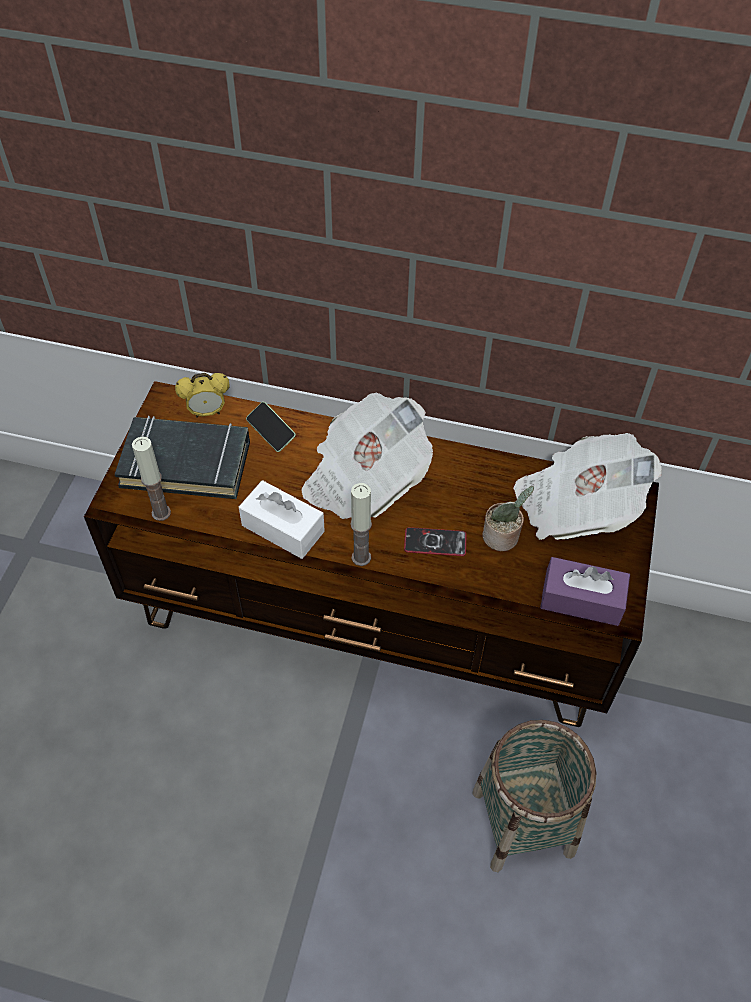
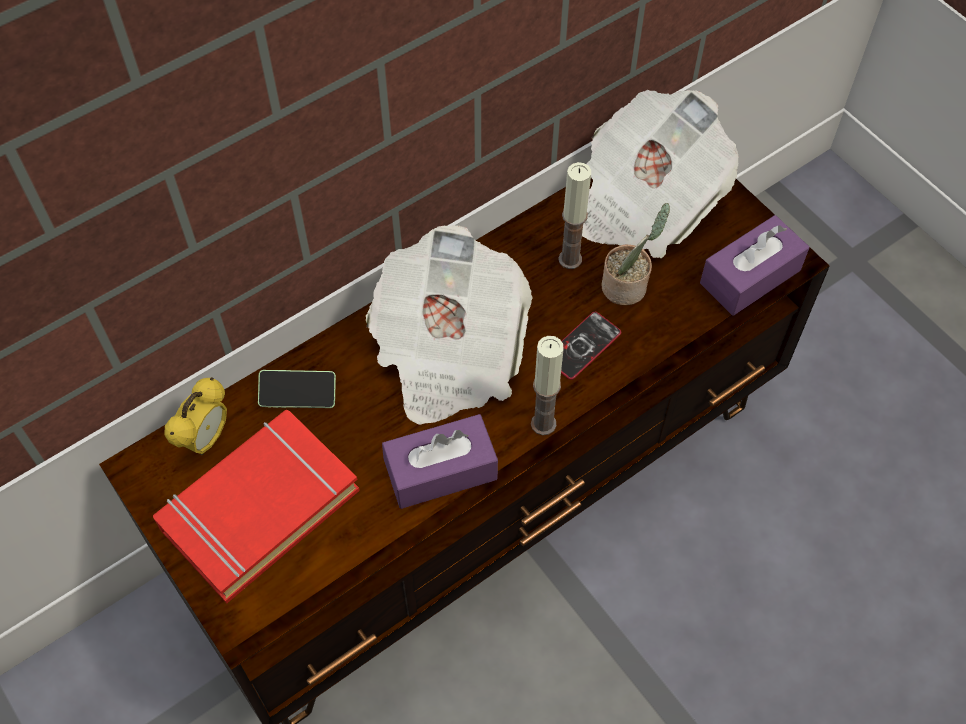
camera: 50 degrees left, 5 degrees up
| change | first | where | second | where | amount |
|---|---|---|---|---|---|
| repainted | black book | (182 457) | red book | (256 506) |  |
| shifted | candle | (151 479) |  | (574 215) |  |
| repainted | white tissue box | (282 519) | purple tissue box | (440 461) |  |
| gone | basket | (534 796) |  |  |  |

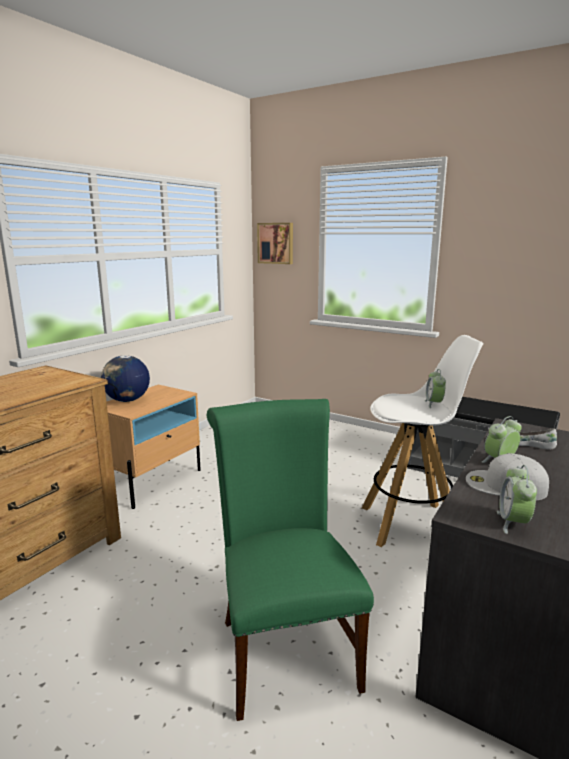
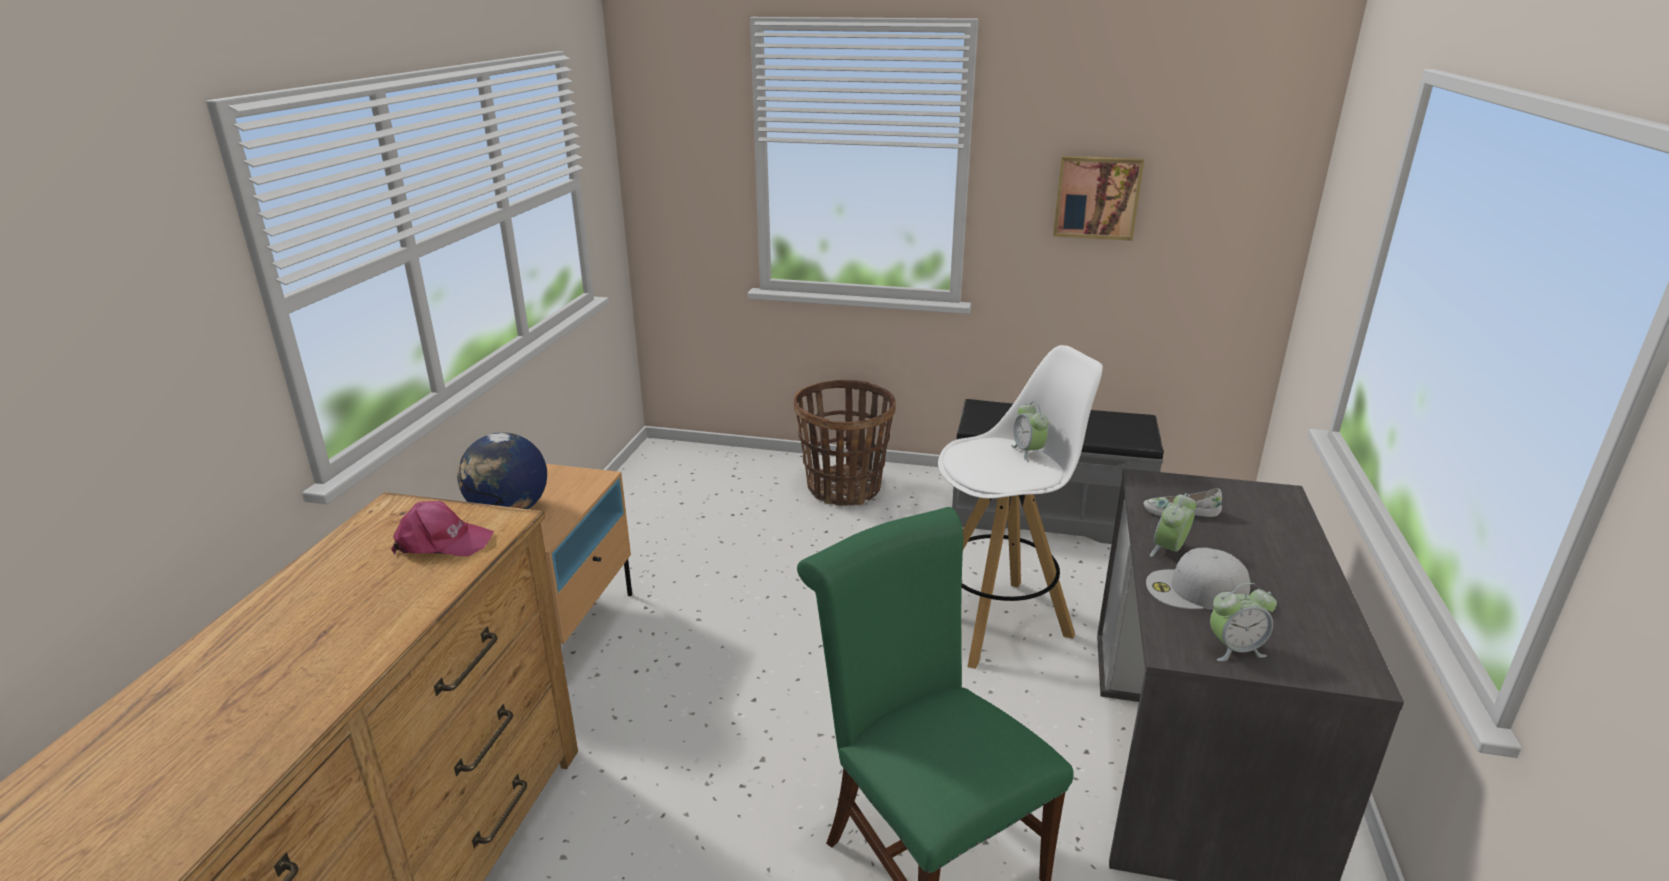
camera: 20 degrees left, 10 degrees up
| change | first | where | second | where | amount |
|---|---|---|---|---|---|
| shifted | picture | (275 243) |  | (1098 198) |  |
| rotated | alarm clock | (517 499) |  | (1243 622) | 90 degrees counterclockwise |
| new |  |  | pink cap | (442 528) |  |
| new |  |  | basket | (845 443) |  |

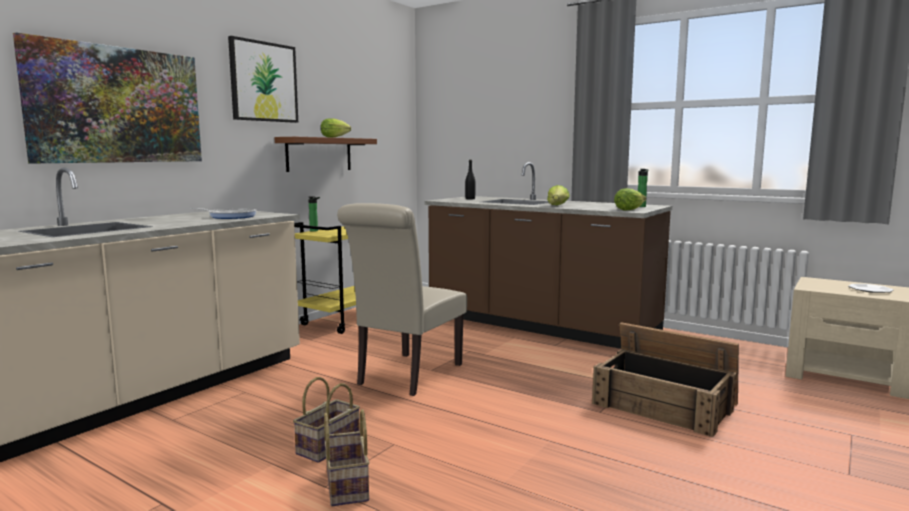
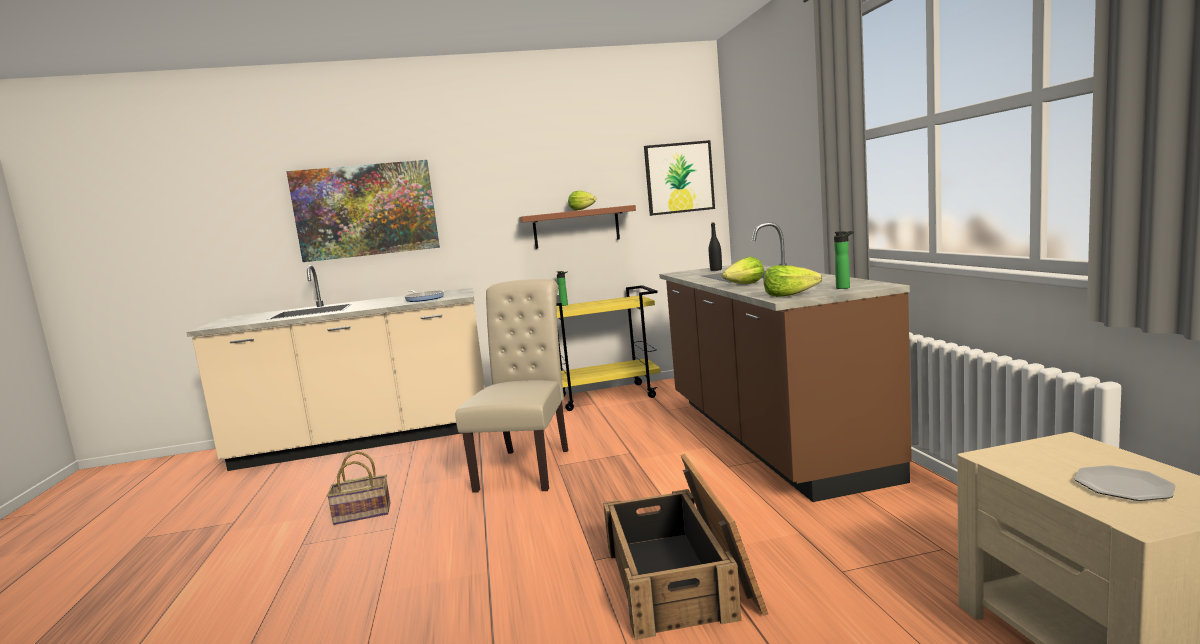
camera: 45 degrees right, 0 degrees up
| change | first | where | second | where | amount |
|---|---|---|---|---|---|
| shifted | picture | (263 79) |  | (679 178) |  |
| gone | basket | (347 457) |  |  |  |
| rotated | beige chair | (402 299) |  | (511 386) | 120 degrees clockwise |

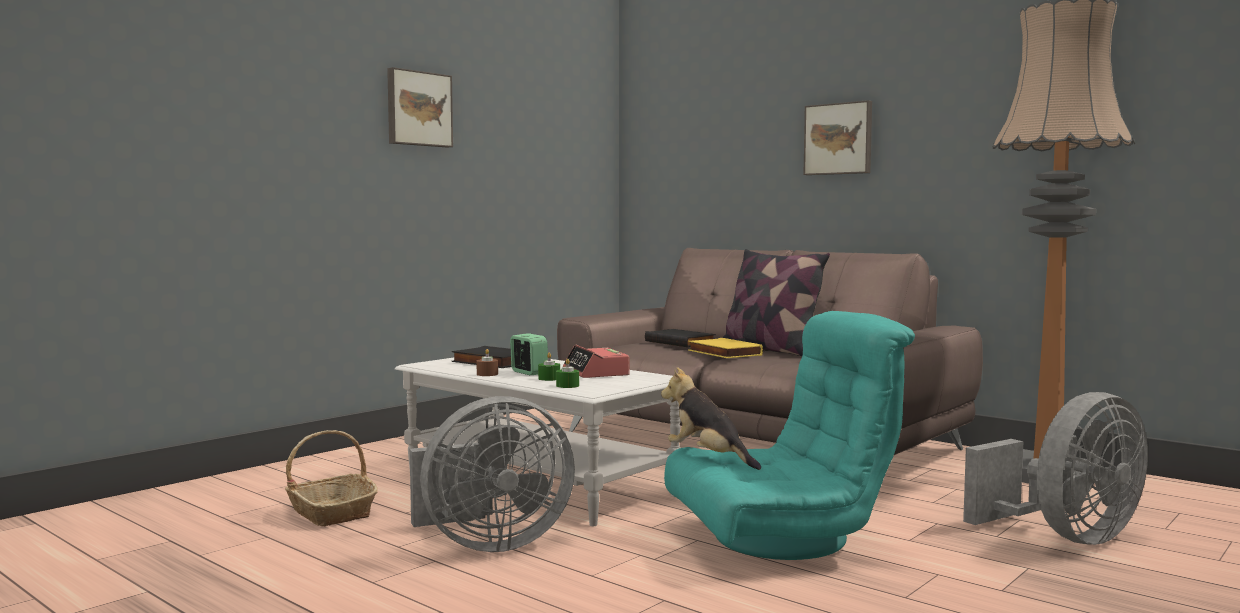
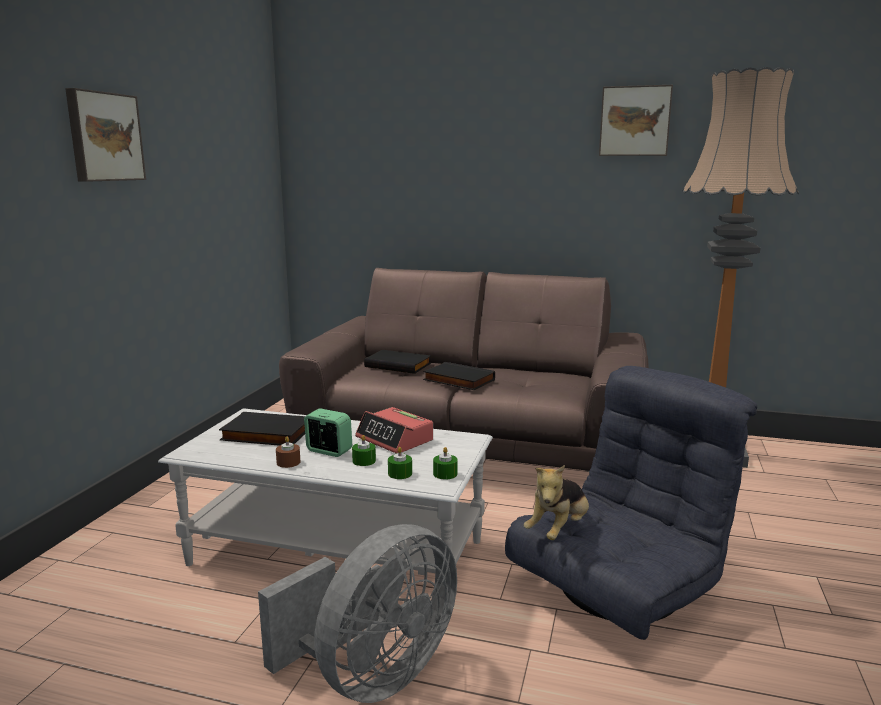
camera: 25 degrees left, 10 degrees up
| change | first | where | second | where | amount |
|---|---|---|---|---|---|
| gone | basket | (331 478) |  |  |  |
| rotated | plush toy | (711 418) |  | (556 502) | 75 degrees counterclockwise |
| repainted | turquoise armchair | (789 435) | grey armchair | (631 503) |  |
| repainted | yellow book | (725 348) | black book | (459 376) |  |
| gone | pillow | (776 302) |  |  |  |
| shifted | picture | (838 137) |  | (636 120) |  |
| gone | grey fan | (1055 468) |  |  |  |
| new |  |  | green candle | (445 463) |  |

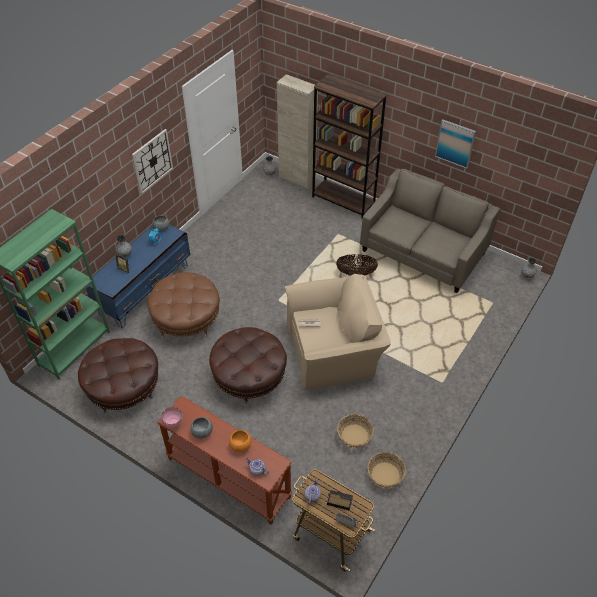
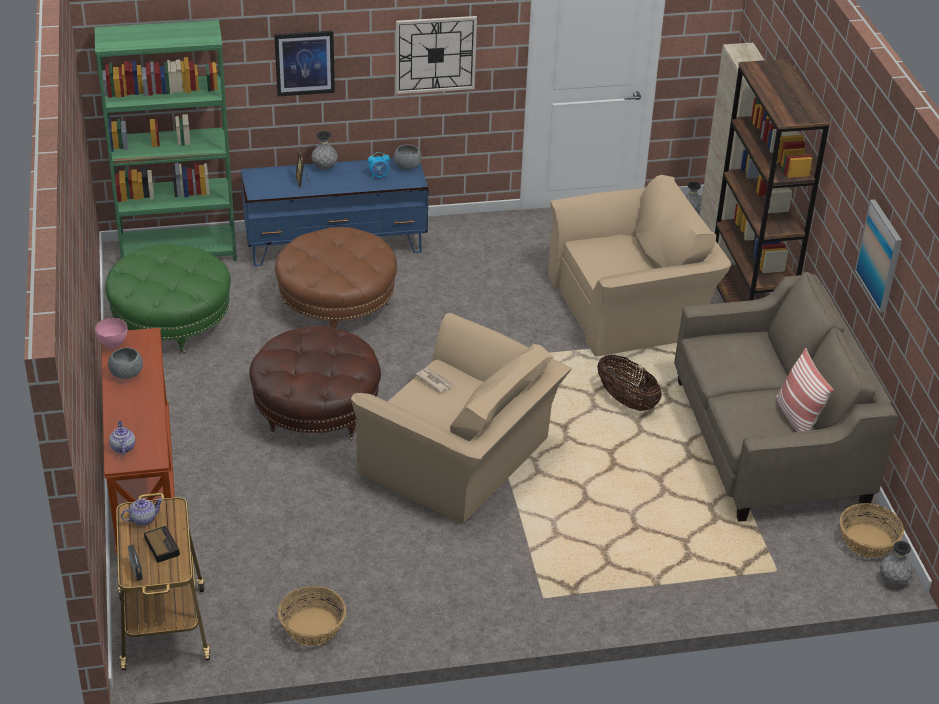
camera: 45 degrees right, 10 degrees down
| change | first | where | second | where | amount |
|---|---|---|---|---|---|
| repainted | brown ottoman | (118 375) | green ottoman | (168 299) |  |
| gone | orange bowl | (240 441) |  |  |  |
| shifted | basket | (355 431) |  | (872 530) |  |
| new |  |  | picture | (304 63) |  |
| new |  |  | beige armchair | (639 266) |  |
| new |  |  | pillow | (805 390) |  |

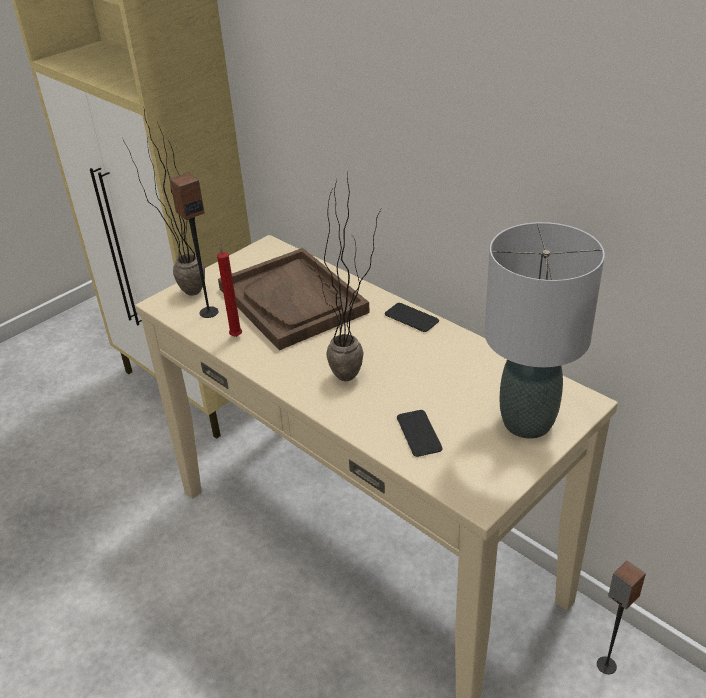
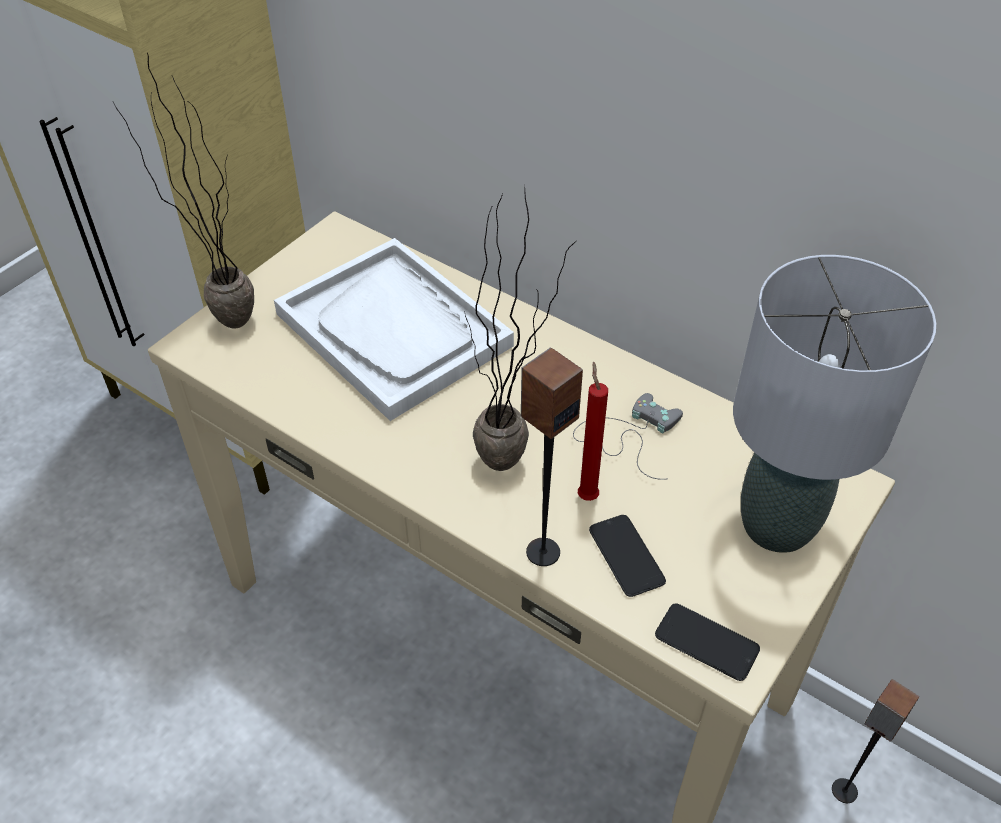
camera: 10 degrees left, 10 degrees up
| change | first | where | second | where | amount |
|---|---|---|---|---|---|
| shifted | speaker | (193 245) |  | (552 456) |  |
| shifted | red candle | (229 288) |  | (593 431) |  |
| repainted | brown tray | (294 299) | white tray | (394 329) |  |
| shifted | phone | (412 317) |  | (707 642) |  |
| new |  |  | grey game controller | (628 436) |  |

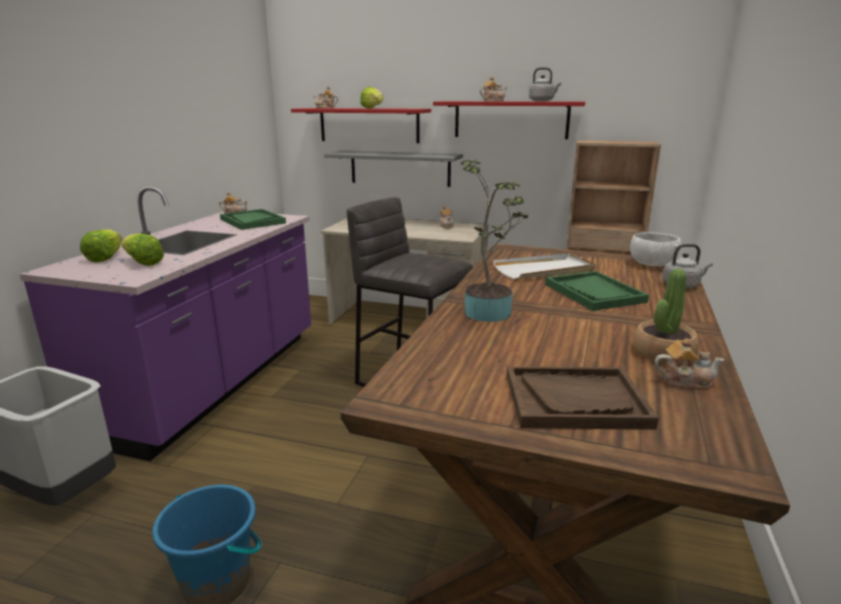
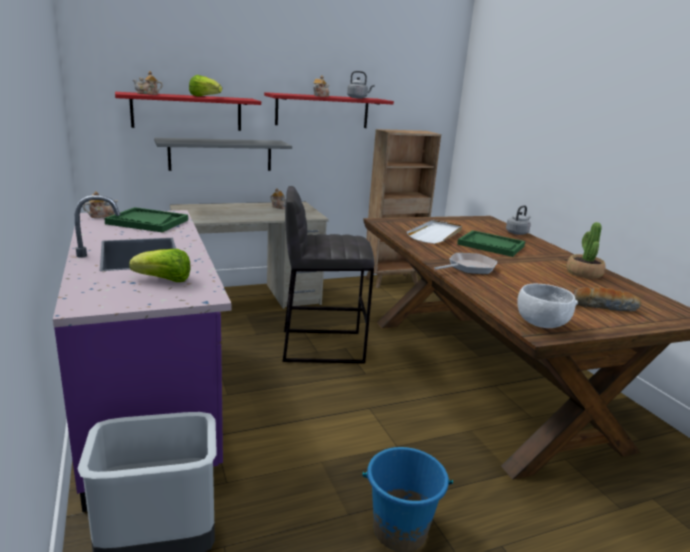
camera: 40 degrees left, 0 degrees up
| change | first | where | second | where | amount |
|---|---|---|---|---|---|
| gone | lettuce | (101 245) |  |  |  |
| swapped | potted plant | (494 241) | frying pan | (465 263) |  |
| swapped | brown tray | (583 398) | bread | (607 299) |  |
| shifted | white bowl | (655 249) |  | (547 306) |  |
| gone | teapot | (690 363) |  |  |  |

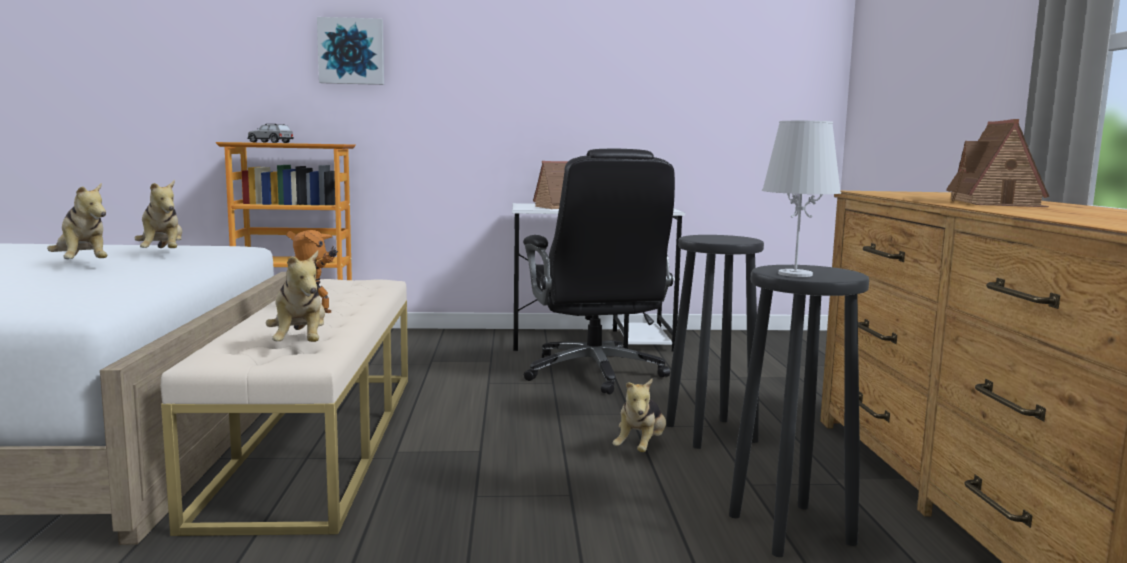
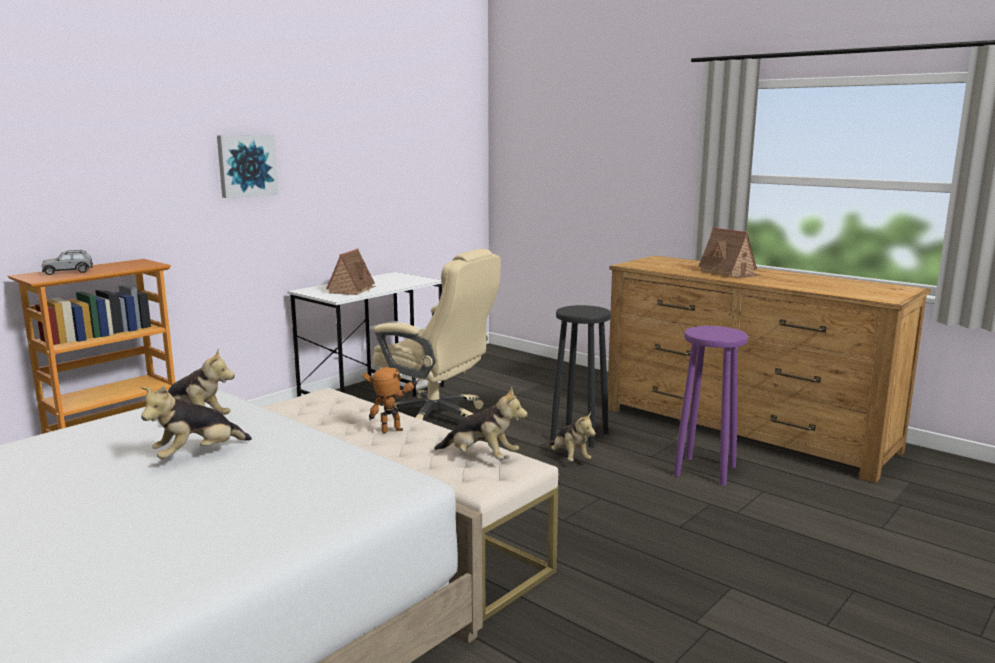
camera: 45 degrees left, 5 degrees up
| change | first | where | second | where | amount |
|---|---|---|---|---|---|
| rotated | plush toy | (77 221) |  | (196 422) | 135 degrees clockwise |
| shifted | picture | (350 51) |  | (248 166) |  |
| repainted | black office chair | (599 272) | beige office chair | (437 334) |  |
| repainted | black stool | (799 411) | purple stool | (711 406) |  |
| gone | white table lamp | (801 199) |  |  |  |

